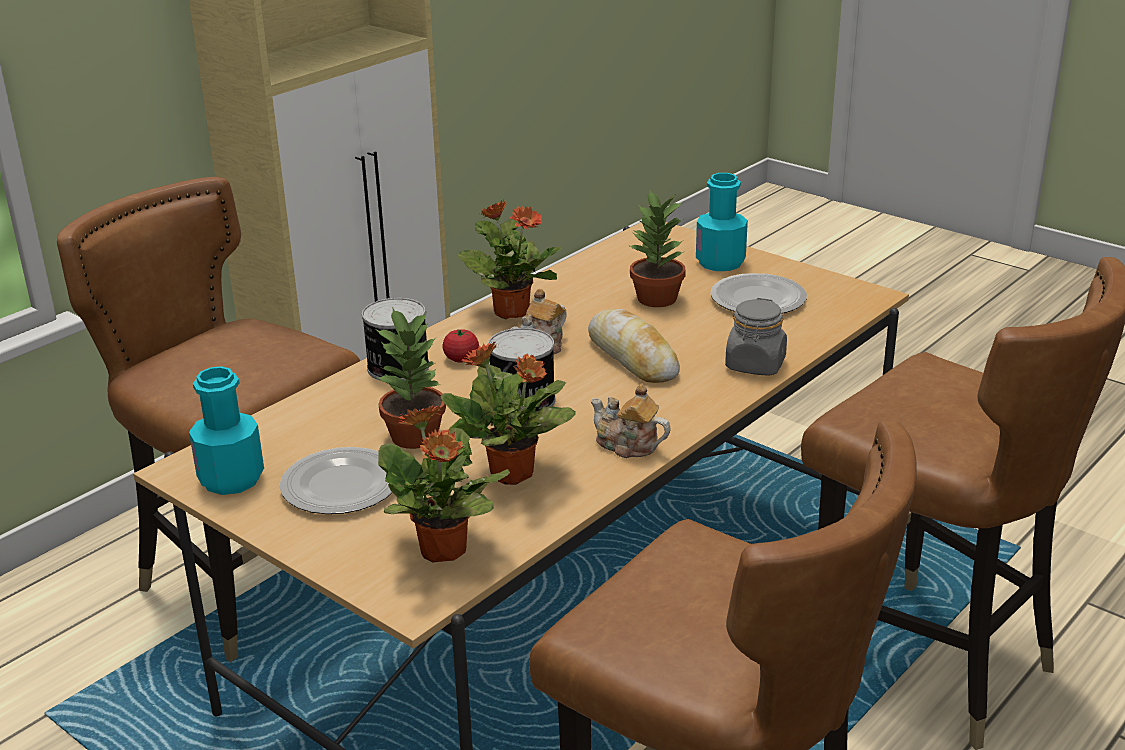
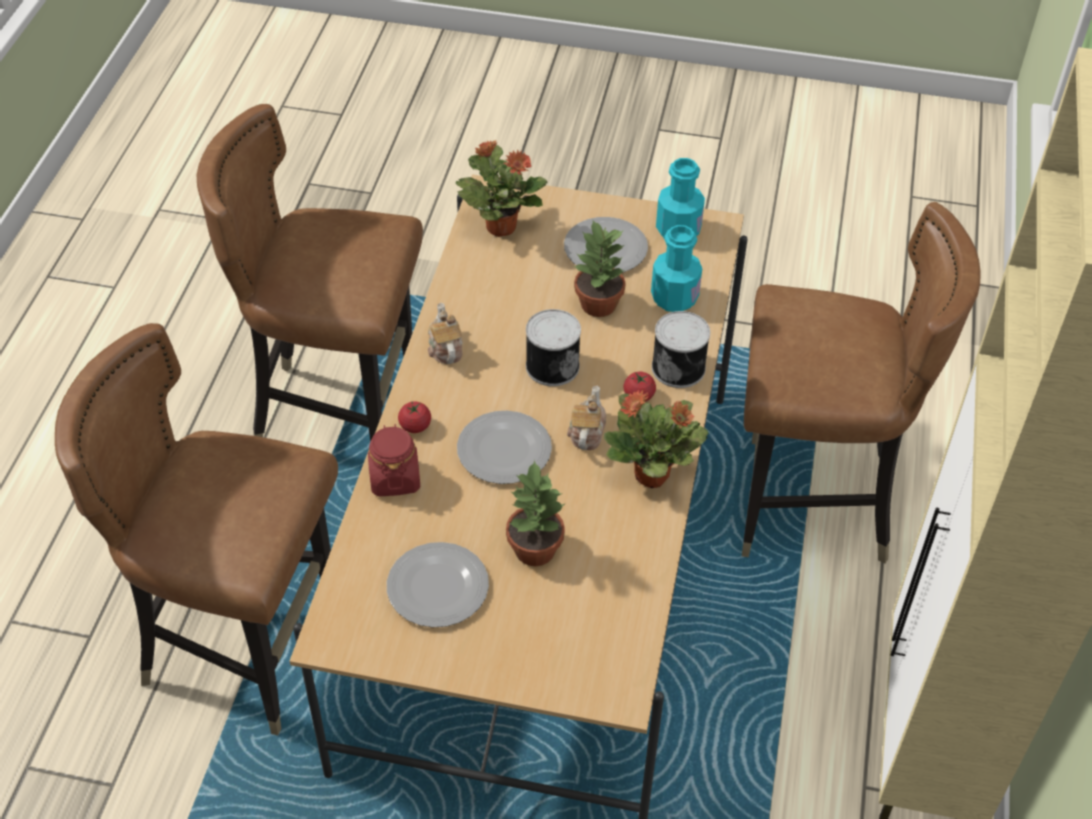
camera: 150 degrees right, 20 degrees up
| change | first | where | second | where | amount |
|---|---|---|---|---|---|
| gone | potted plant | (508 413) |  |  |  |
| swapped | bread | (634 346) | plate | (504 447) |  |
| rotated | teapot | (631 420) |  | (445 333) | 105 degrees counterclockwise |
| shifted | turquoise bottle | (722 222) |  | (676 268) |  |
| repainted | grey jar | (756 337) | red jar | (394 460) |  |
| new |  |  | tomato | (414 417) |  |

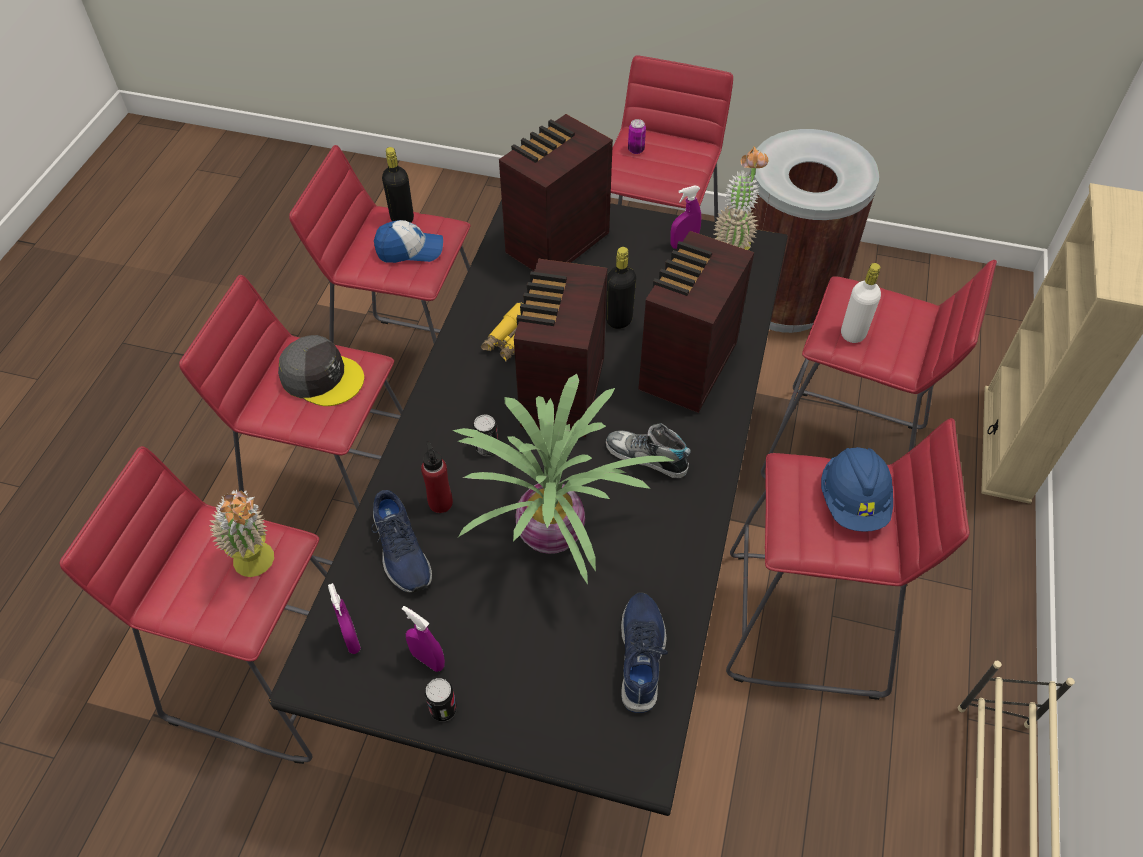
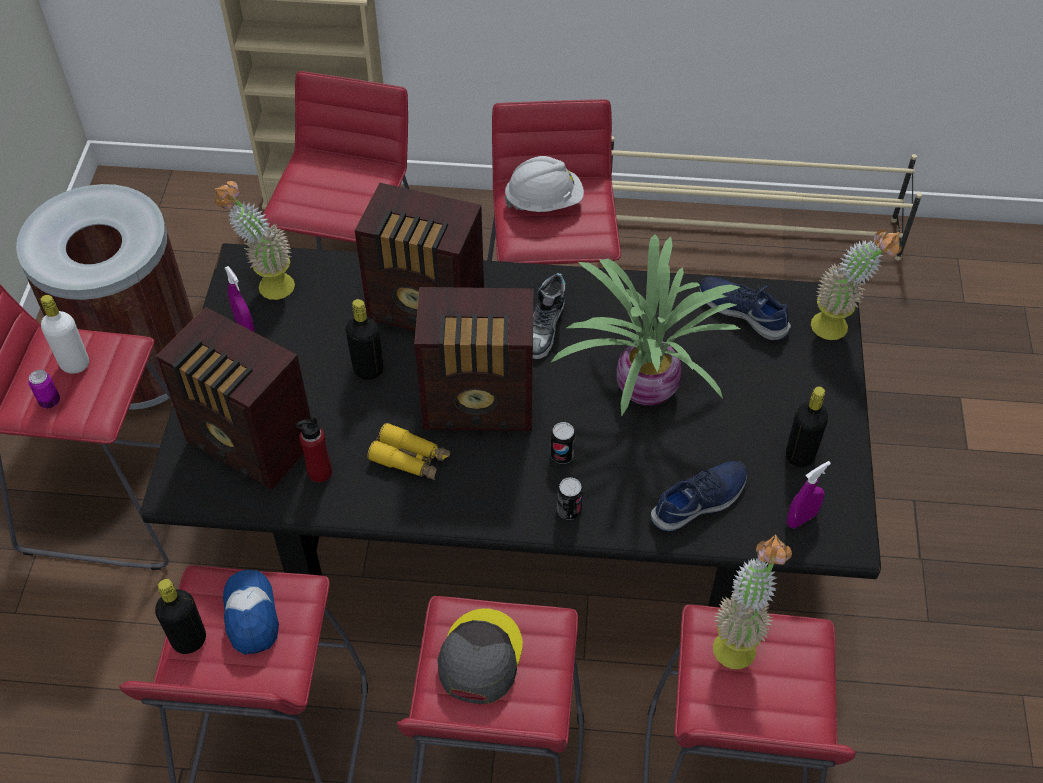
camera: 100 degrees left, 0 degrees up
| change | first | where | second | where | amount |
|---|---|---|---|---|---|
| swapped | purple spray bottle | (423 639) | black bottle | (807 427) |  |
| shifted | red bottle | (437 477) |  | (314 449) |  |
| shifted | can | (441 700) |  | (570 498) |  |
| rotated | blue shoe | (644 652) |  | (745 309) | 45 degrees clockwise |
| repainted | blue hard hat | (857 489) | white hard hat | (544 184) |  |
| shifted | white bottle | (861 303) |  | (64 334) |  |
| new |  |  | potted plant | (856 285) |  |

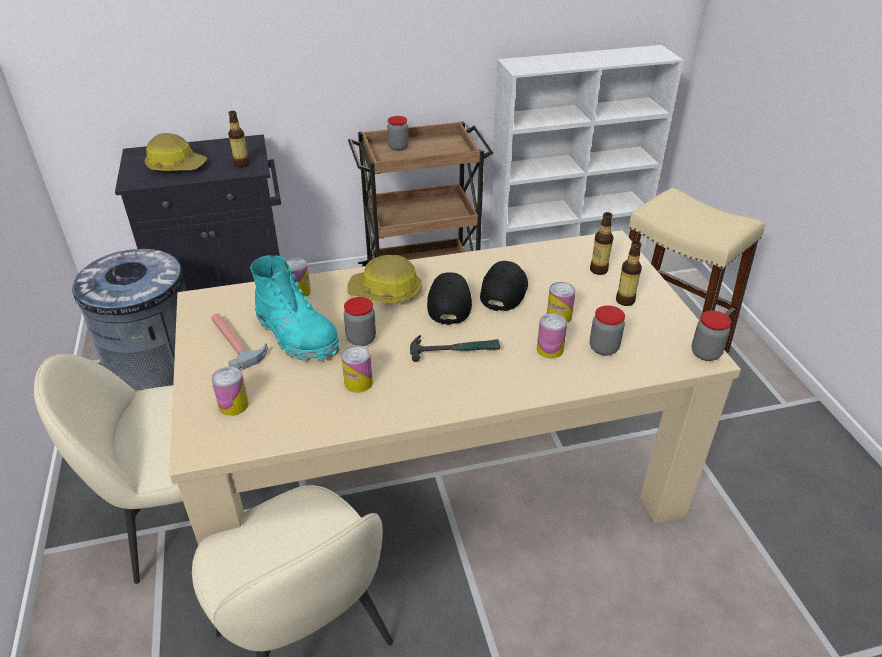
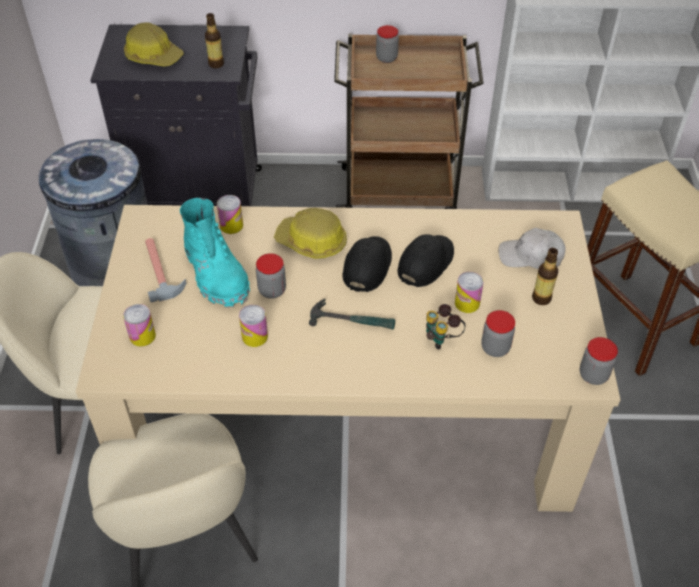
camera: 15 degrees right, 10 degrees up
| change | first | where | second | where | amount |
|---|---|---|---|---|---|
| swapped | can | (552 335) | binoculars | (445 326) |  |
| swapped | bottle | (602 243) | white cap | (531 248) |  |

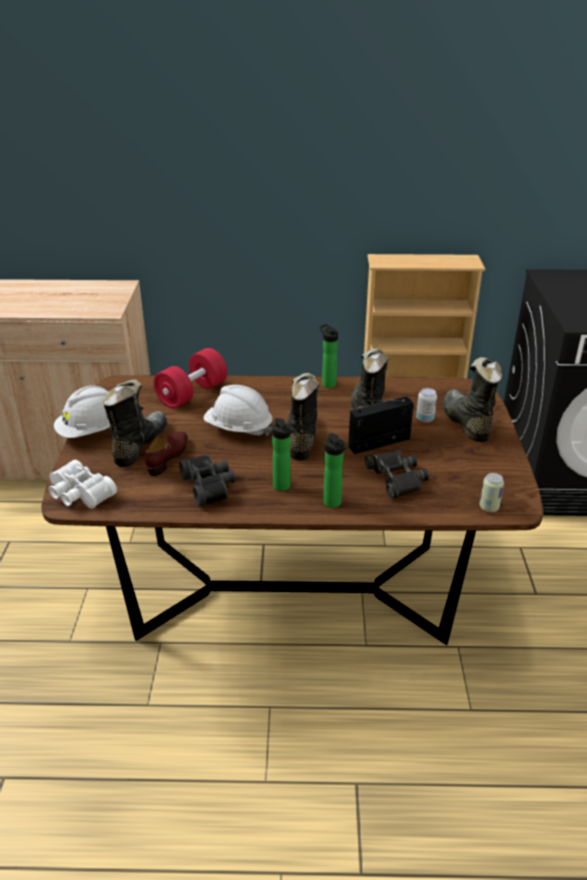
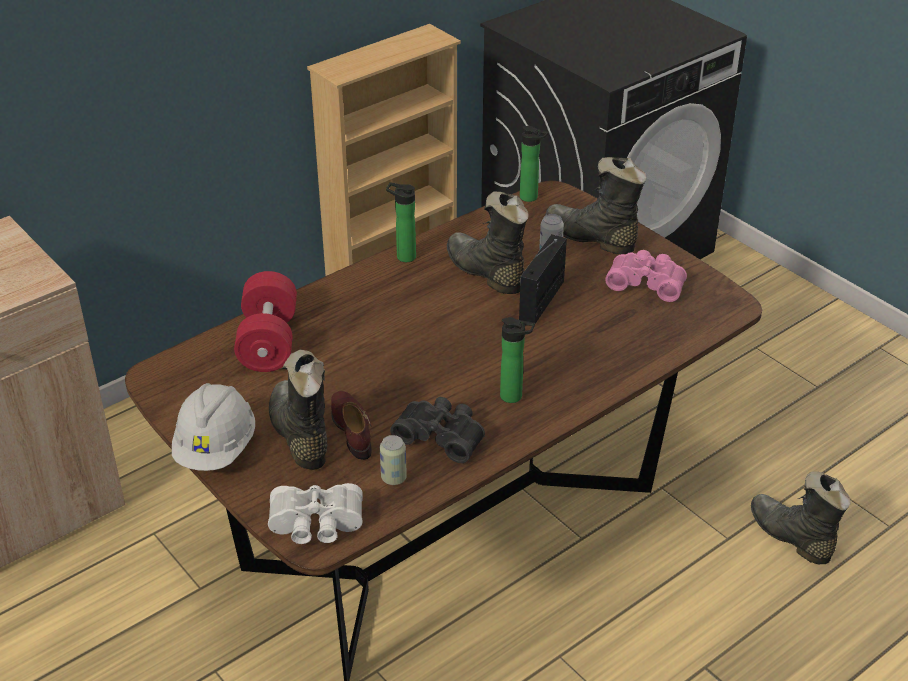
camera: 40 degrees left, 5 degrees up
| change | first | where | second | where | amount |
|---|---|---|---|---|---|
| gone | white hard hat | (237 410) |  |  |  |
| shifted | black boot | (303 417) |  | (801 517) |  |
| shifted | bottle | (335 470) |  | (534 164) |  |
| gone | black binoculars | (397 474) |  |  |  |
| shifted | can | (492 492) |  | (393 460) |  |
| new |  |  | pink binoculars | (646 276) |  |

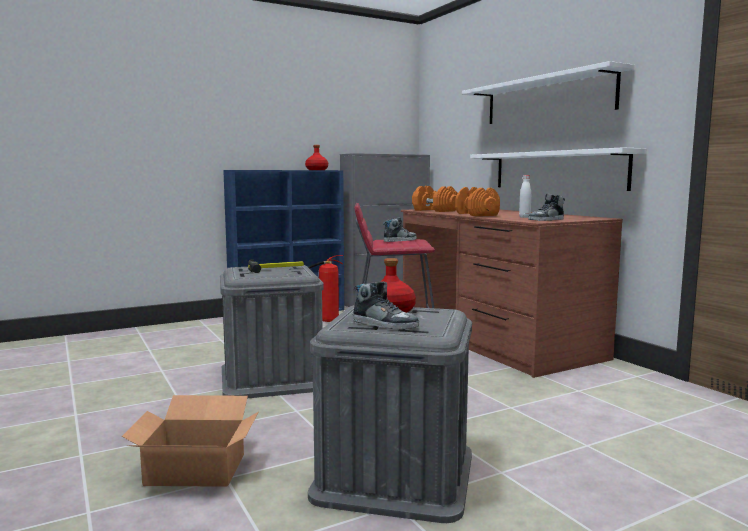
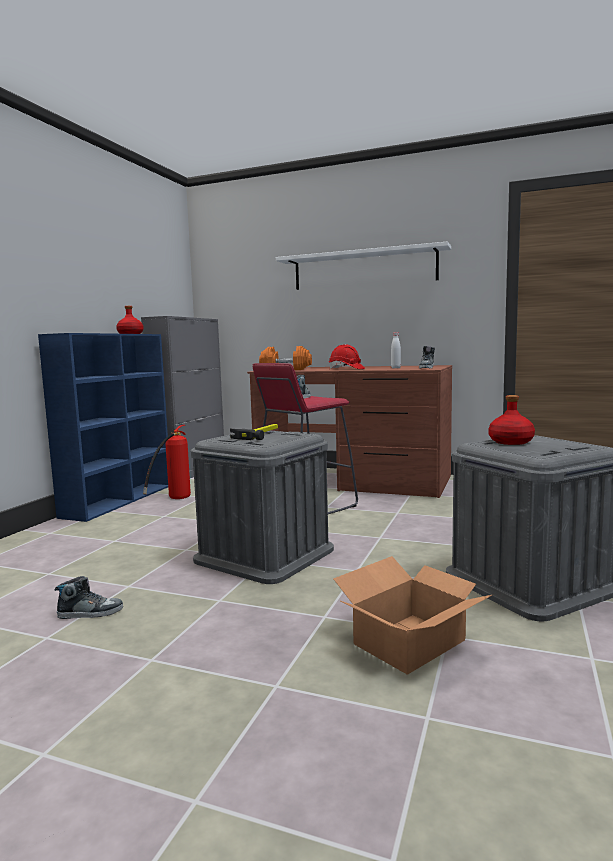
camera: 40 degrees left, 0 degrees up
| change | first | where | second | where | amount |
|---|---|---|---|---|---|
| shifted | shoe | (386 305) |  | (89 597) |  |
| swapped | orange dumbbell | (477 201) | red hard hat | (347 356) |  |
| gone | white shelf | (558 169) |  |  |  |

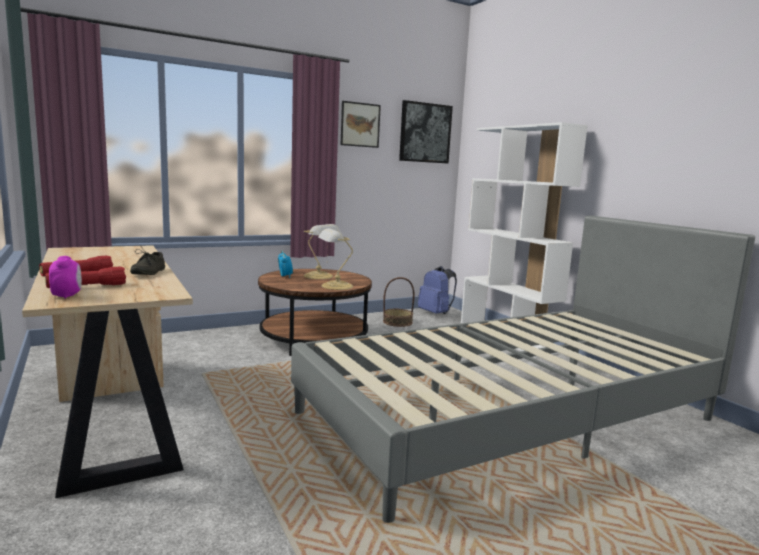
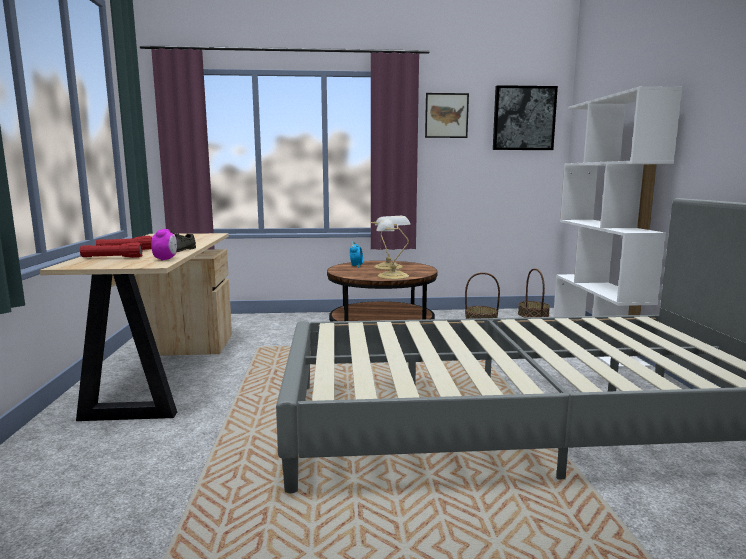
camera: 25 degrees right, 0 degrees up
| change | first | where | second | where | amount |
|---|---|---|---|---|---|
| shifted | alarm clock | (65 277) |  | (164 245) |  |
| swapped | blue backpack | (437 290) | basket | (534 293) |  |

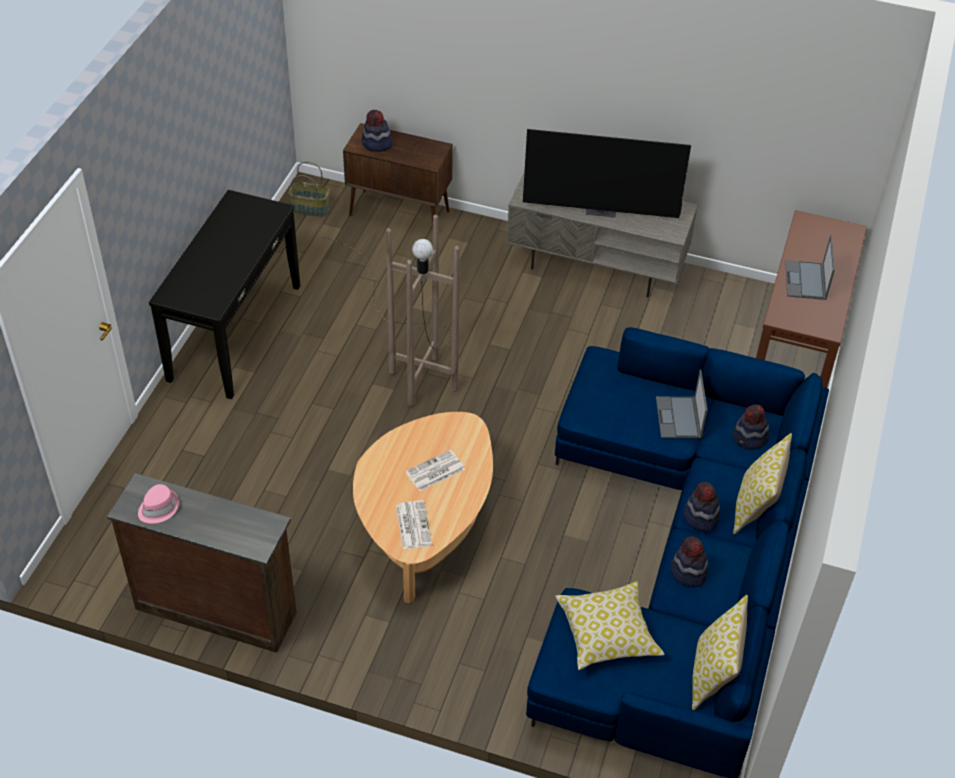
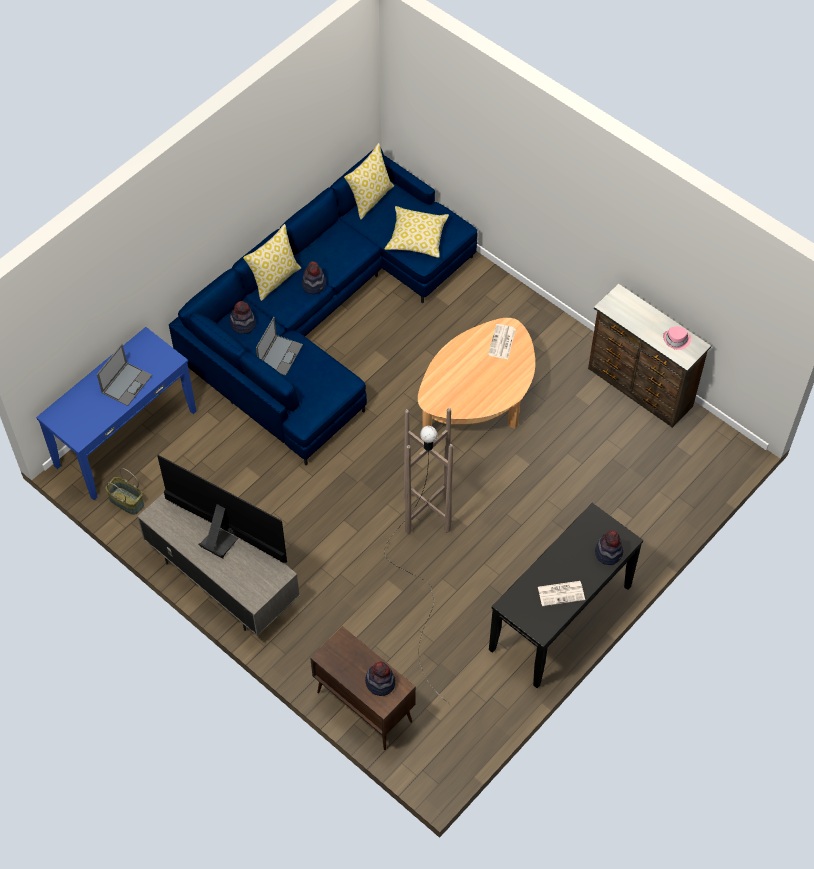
camera: 155 degrees left, 10 degrees up
| change | first | where | second | where | amount |
|---|---|---|---|---|---|
| shifted | basket | (309 189) |  | (124 491) |  |
| shifted | newspaper | (435 470) |  | (561 593) |  |
| shifted | hat | (689 561) |  | (609 548) |  |
| repainted | brown console table | (811 299) | blue console table | (116 413) |  |

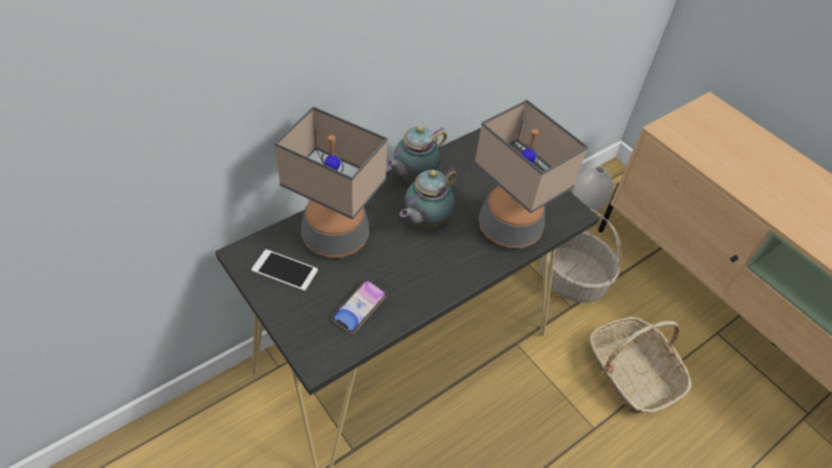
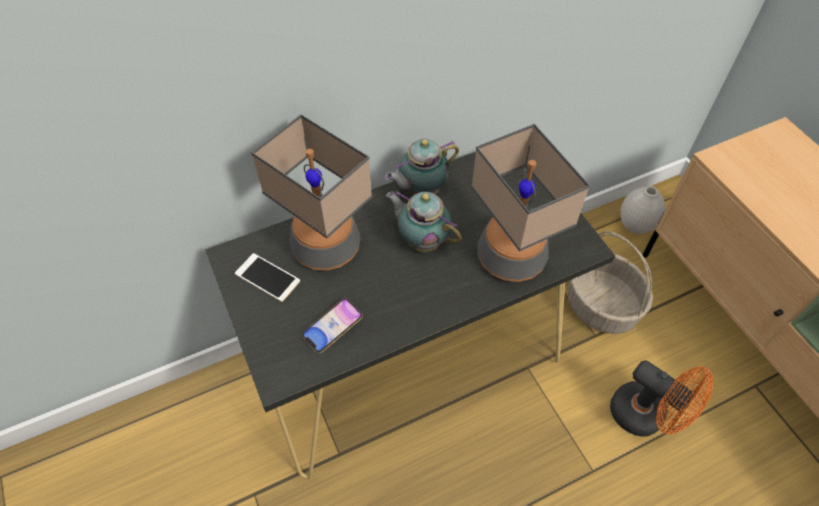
camera: 15 degrees right, 5 degrees up
| change | first | where | second | where | amount |
|---|---|---|---|---|---|
| rotated | teapot | (428 197) |  | (424 221) | 75 degrees clockwise |
| swapped | basket | (640 365) | orange fan | (661 398) |  |

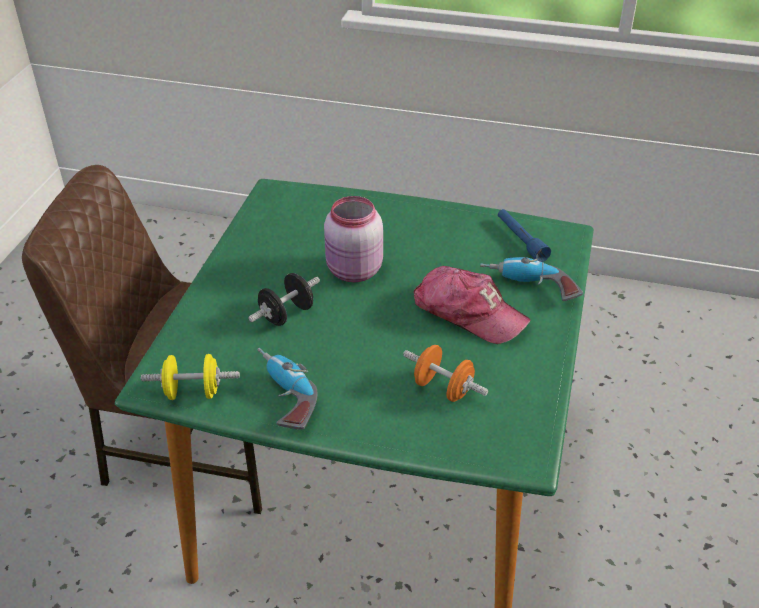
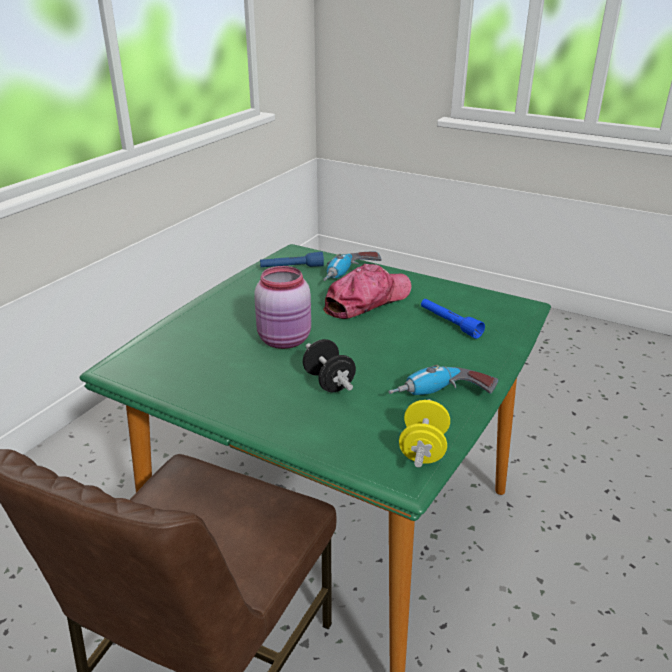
camera: 75 degrees left, 10 degrees down
| change | first | where | second | where | amount |
|---|---|---|---|---|---|
| swapped | orange dumbbell | (445 373) | blue flashlight | (453 319) |  |

